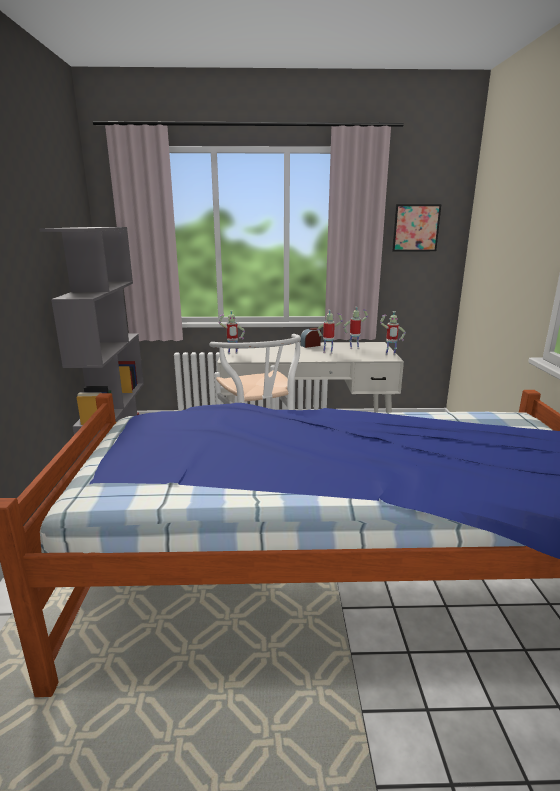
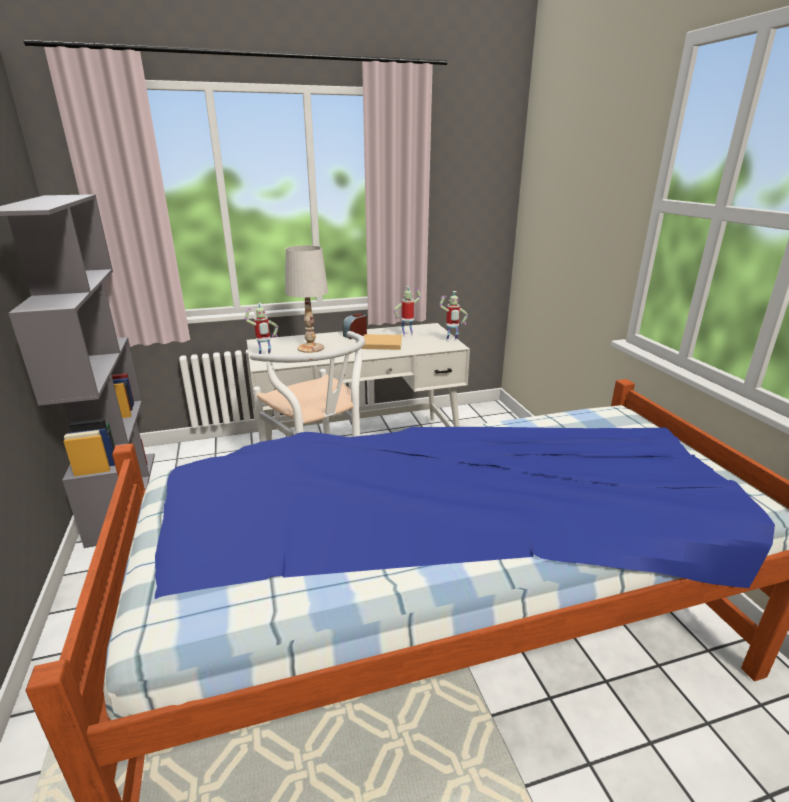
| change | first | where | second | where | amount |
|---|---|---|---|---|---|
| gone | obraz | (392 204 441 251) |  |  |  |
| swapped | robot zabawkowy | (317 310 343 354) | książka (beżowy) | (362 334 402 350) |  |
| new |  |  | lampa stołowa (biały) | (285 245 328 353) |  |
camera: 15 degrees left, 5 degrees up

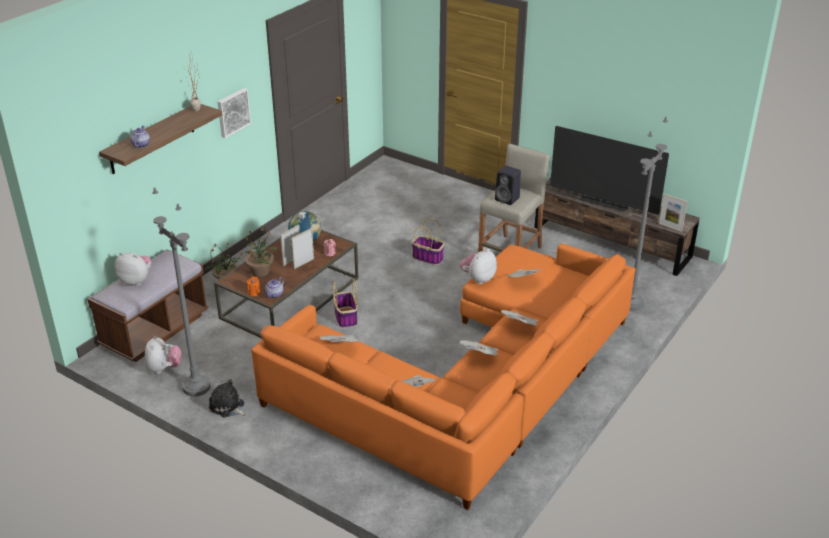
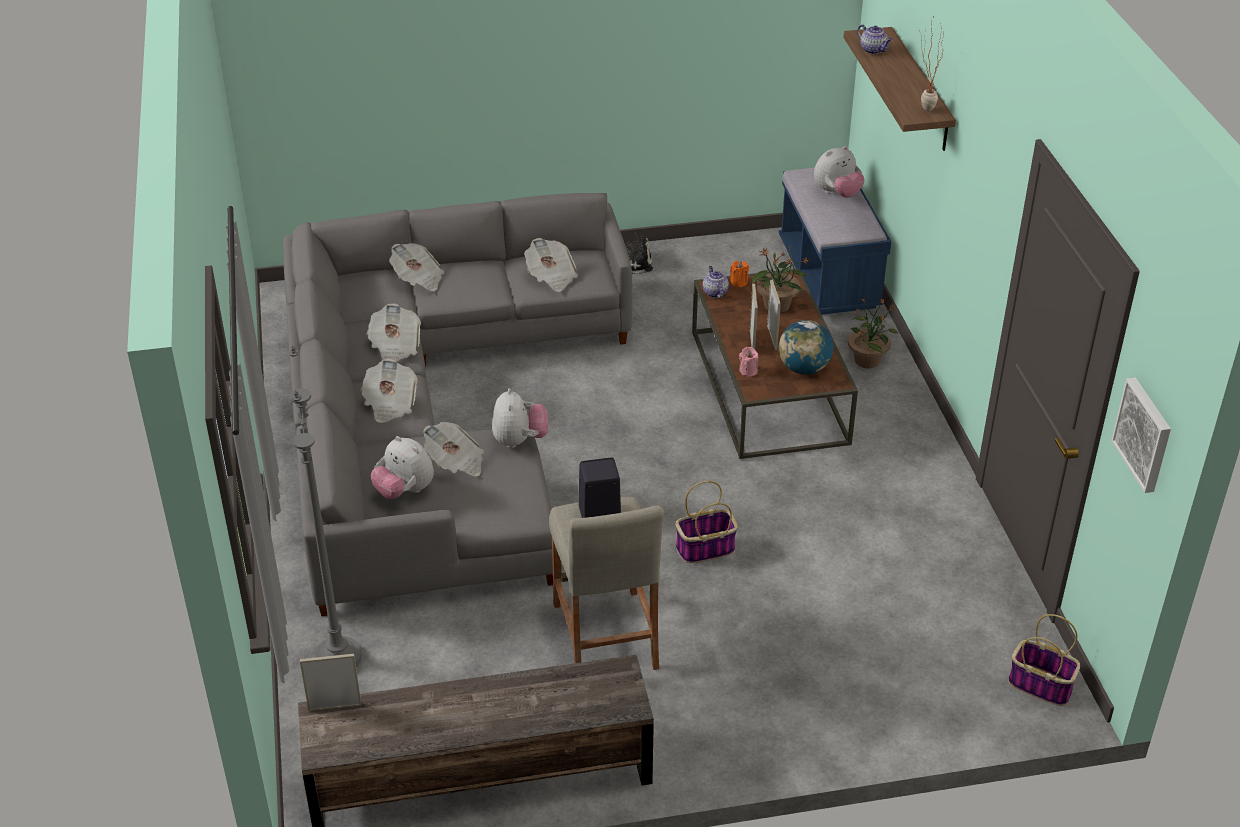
| change | first | where | second | where | amount |
|---|---|---|---|---|---|
| shifted | obraz | (218 88 251 138) |  | (1111 377 1171 493) |  |
| gone | telewizor | (550 126 669 215) |  |  |  |
| gone | lampa stojąca (szary) | (152 187 210 397) |  |  |  |
| repainted | kanapa (pomarańczowy) | (251 244 636 510) | kanapa (szary) | (283 193 632 616) |  |
| repainted | ławka (brązowy) | (87 249 209 362) | ławka (niebieski) | (779 167 891 315) |  |
| shifted | koszyk | (333 278 358 328) |  | (1008 614 1080 706) |  |
| shifted | pluszak | (145 336 181 374) |  | (371 436 434 499) |  |
camera: 135 degrees right, 5 degrees up

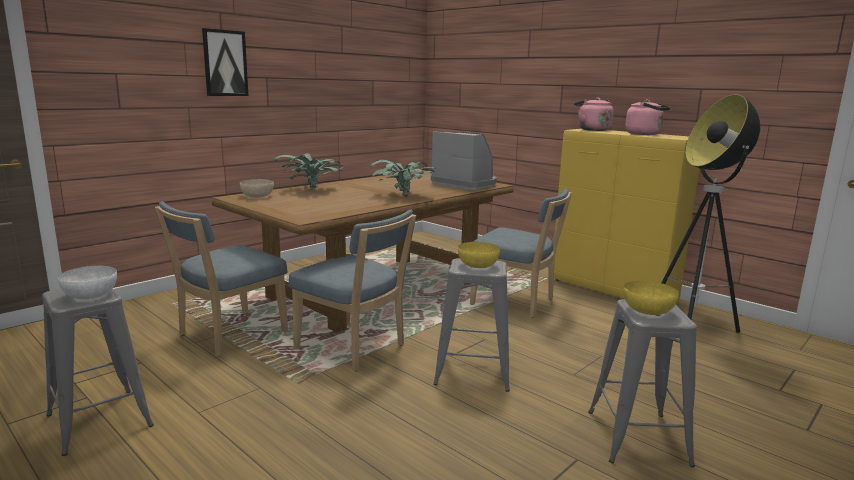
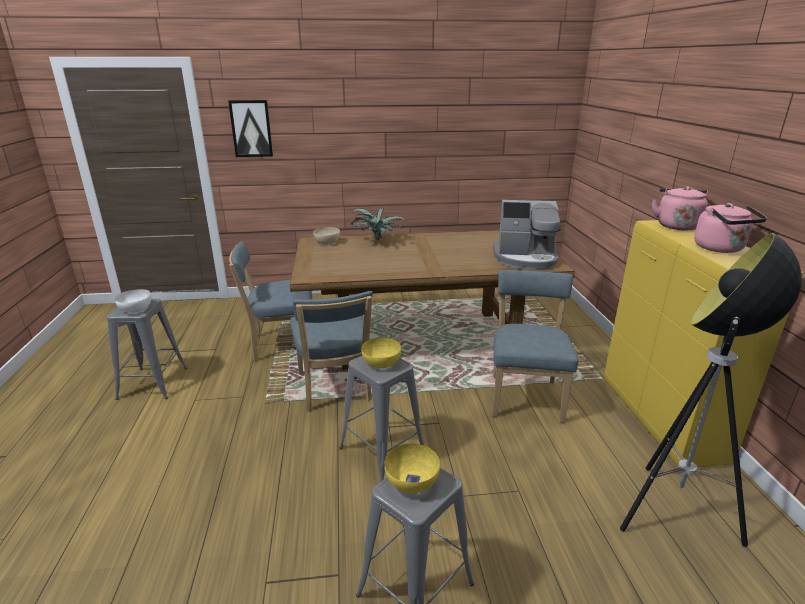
| change | first | where | second | where | amount |
|---|---|---|---|---|---|
| shifted | obraz | (202 28 248 96) |  | (228 100 273 157) |  |
| rotated | ekspres do kawy | (431 131 497 190) |  | (493 200 561 270) | 105 degrees clockwise |
| gone | roślina doniczkowa | (370 160 436 196) |  |  |  |
| rotated | krzesło (niebieski) | (470 188 572 318) |  | (493 270 578 423) | 150 degrees counterclockwise |
camera: 40 degrees right, 10 degrees up

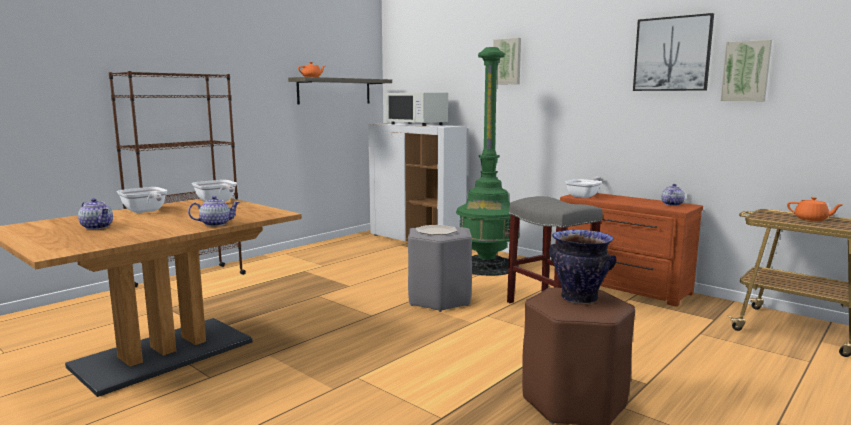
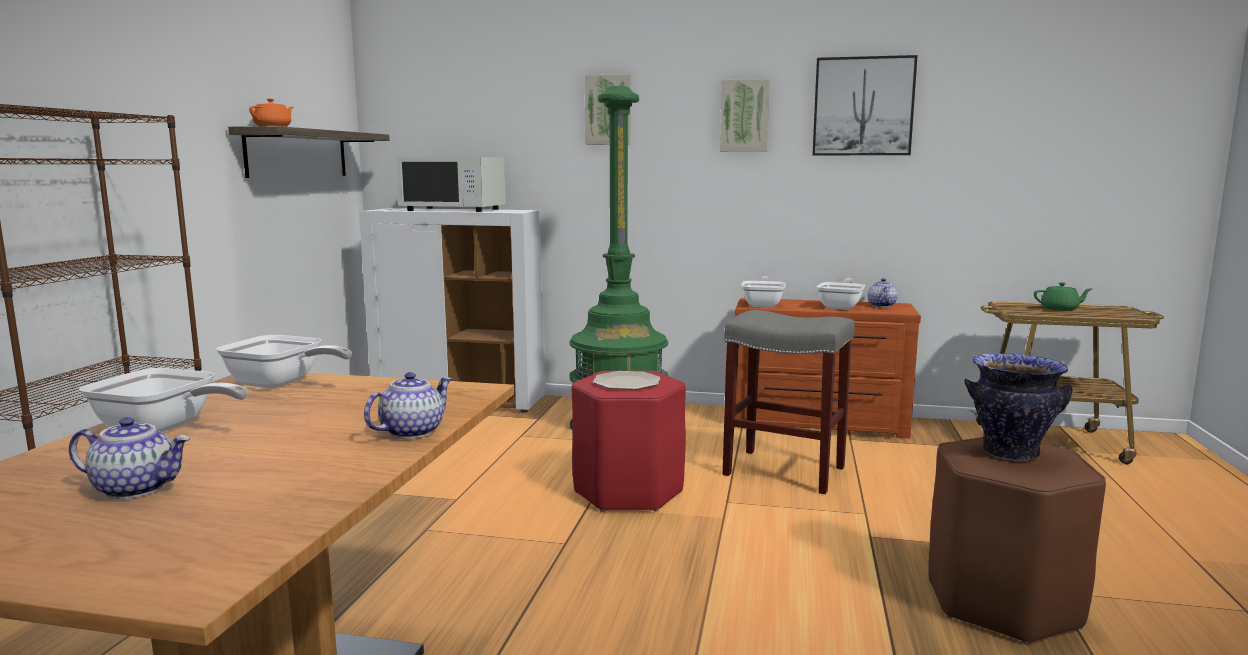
| change | first | where | second | where | amount |
|---|---|---|---|---|---|
| shifted | obraz | (721 40 772 101) |  | (720 79 770 152) |  |
| repainted | imbryk (pomarańczowy) | (787 197 844 221) | imbryk (zielony) | (1034 282 1092 311) |  |
| repainted | stołek (szary) | (408 225 472 312) | stołek (czerwony) | (571 371 686 512) |  |
| new |  |  | patelnia | (817 278 865 310) |  |
camera: 30 degrees left, 0 degrees up

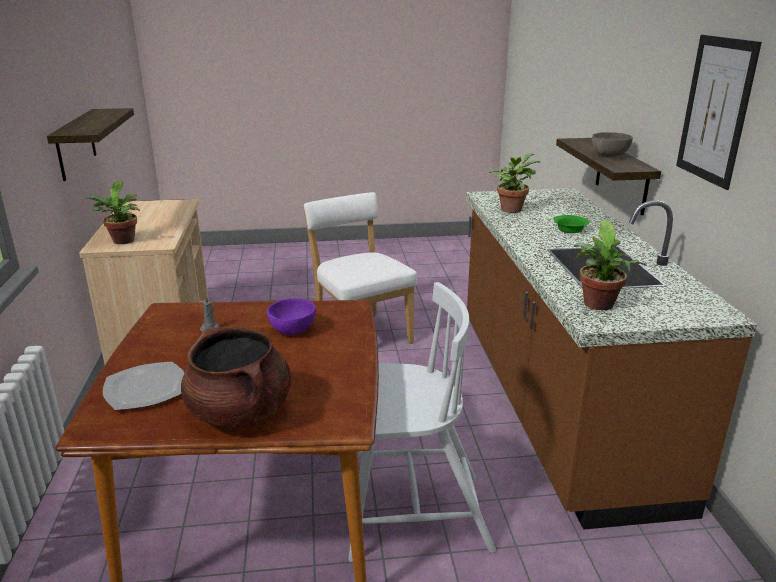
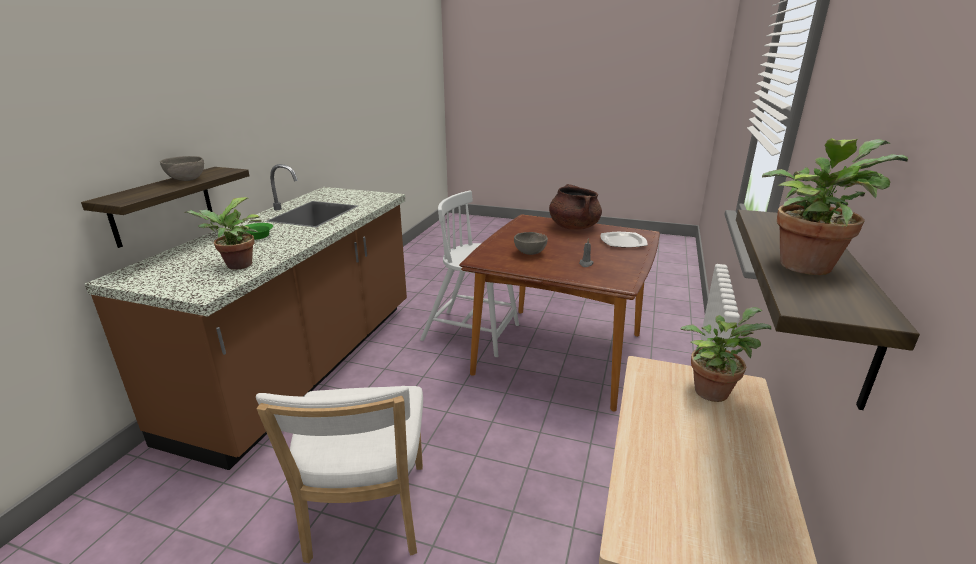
| change | first | where | second | where | amount |
|---|---|---|---|---|---|
| gone | obraz | (676 35 762 190) |  |  |  |
| shifted | roślina doniczkowa | (573 220 647 310) |  | (762 138 908 275) |  |
| repainted | miska (fioletowy) | (267 298 316 335) | miska (szary) | (514 232 548 255) |  |
camera: 155 degrees left, 0 degrees up

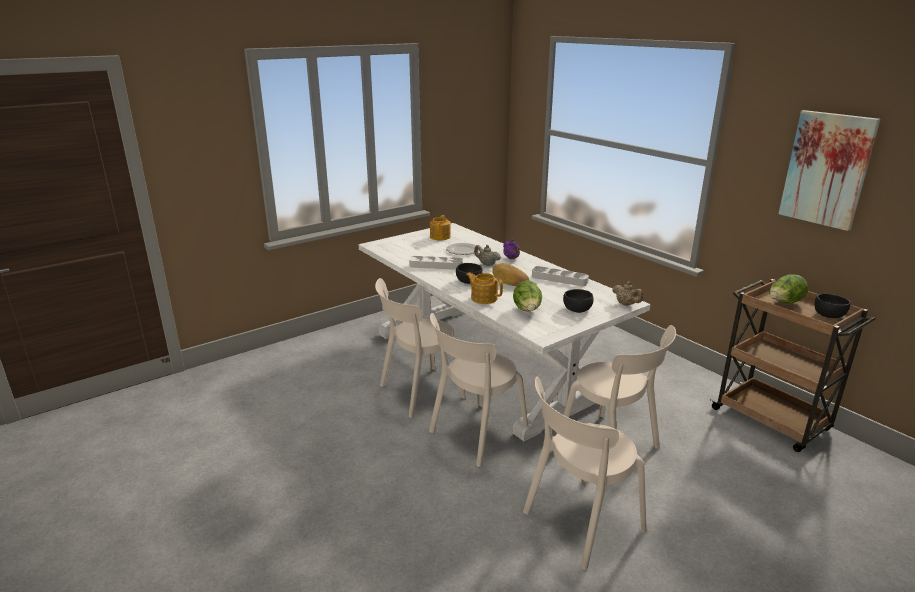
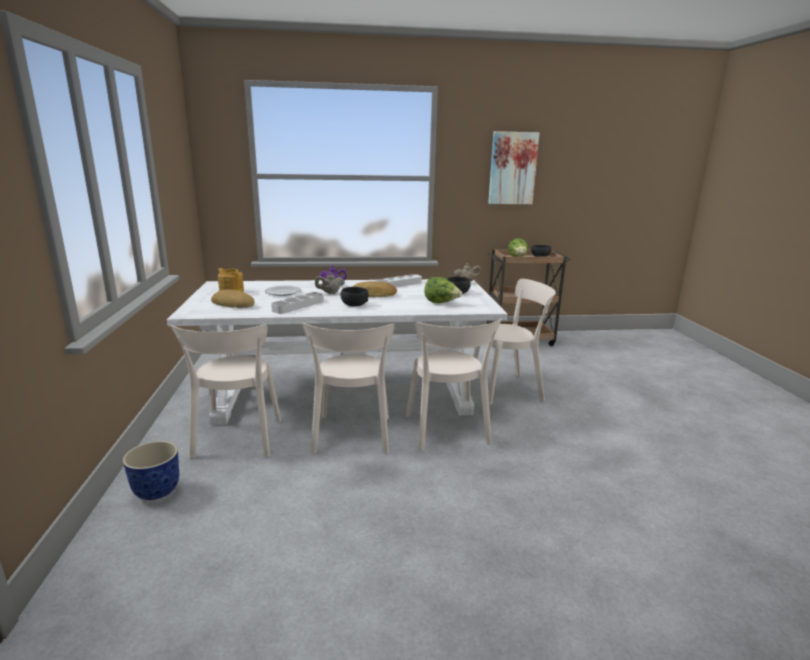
| change | first | where | second | where | amount |
|---|---|---|---|---|---|
| gone | imbryk | (466 272 503 304) |  |  |  |
| shifted | krzesło (beżowy) | (523 377 647 570) |  | (171 325 282 458) |  |
| new |  |  | chleb | (211 289 255 308) |  |
| new |  |  | donica | (123 441 179 500) |  |
camera: 60 degrees left, 5 degrees down

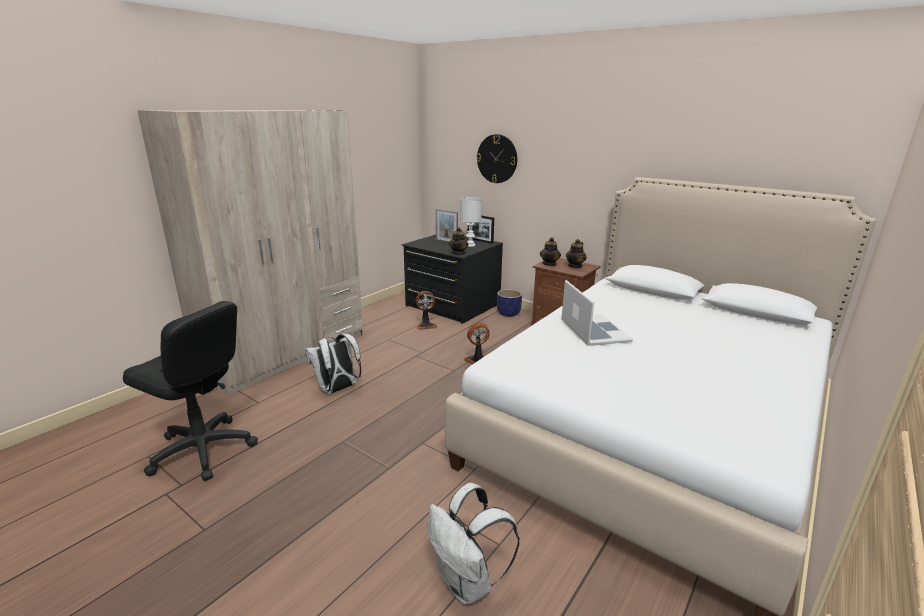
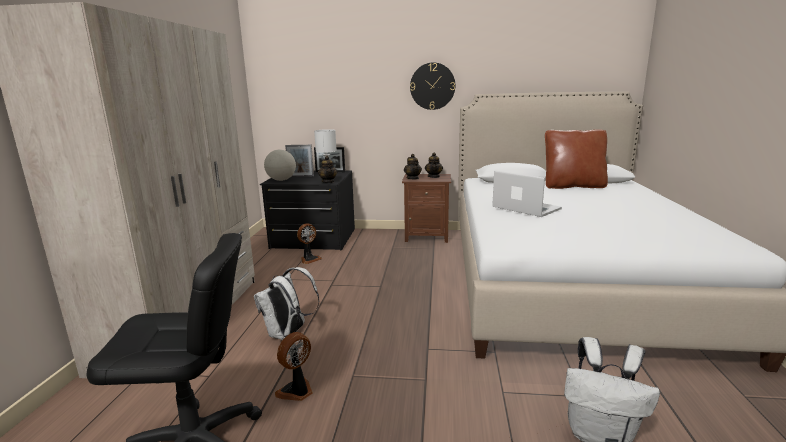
| change | first | where | second | where | amount |
|---|---|---|---|---|---|
| shifted | zegar ścienny | (476 134 517 183) |  | (410 63 455 110) |  |
| gone | donica | (497 289 522 317) |  |  |  |
| shifted | wentylator | (464 322 490 364) |  | (275 332 313 401) |  |
| new |  |  | poduszka (brązowy) | (545 129 608 189) |  |
| new |  |  | globus | (264 150 296 181) |  |
camera: 30 degrees left, 5 degrees down

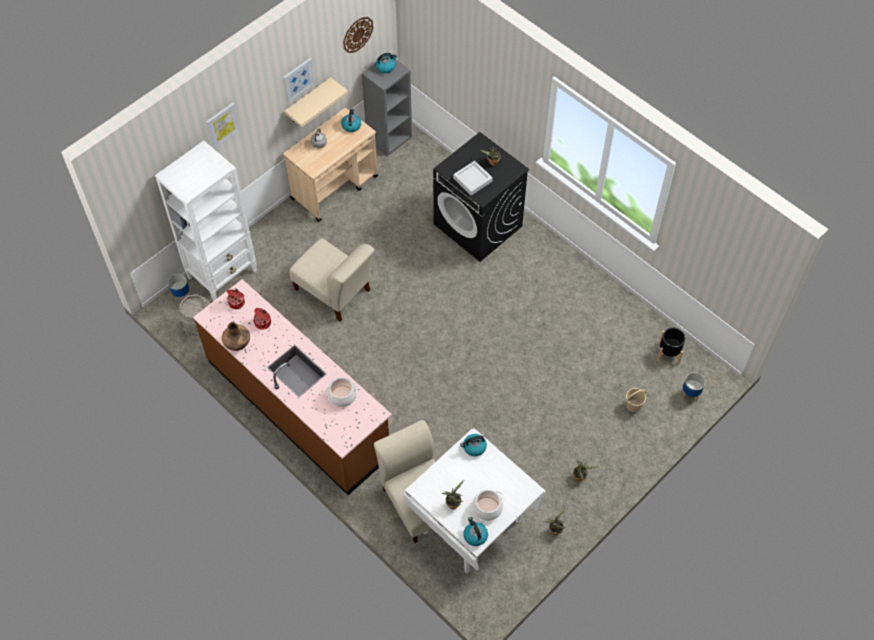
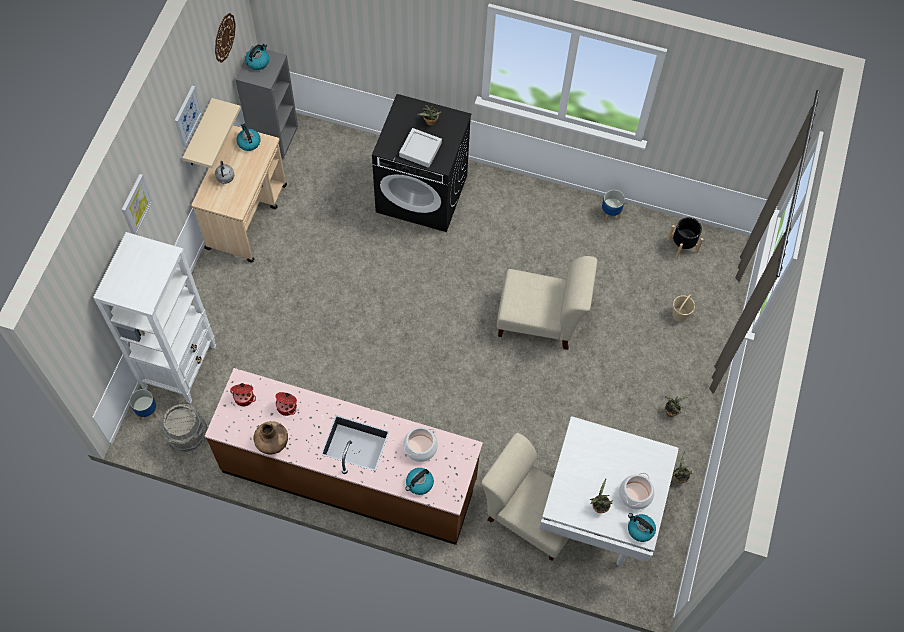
| change | first | where | second | where | amount |
|---|---|---|---|---|---|
| shifted | krzesło (beżowy) | (289 238 374 322) |  | (497 256 597 350) |  |
| shifted | donica | (682 372 705 401) |  | (602 190 625 221) |  |
| shifted | czajnik | (460 434 487 456) |  | (406 468 434 495) |  |
camera: 30 degrees left, 5 degrees up

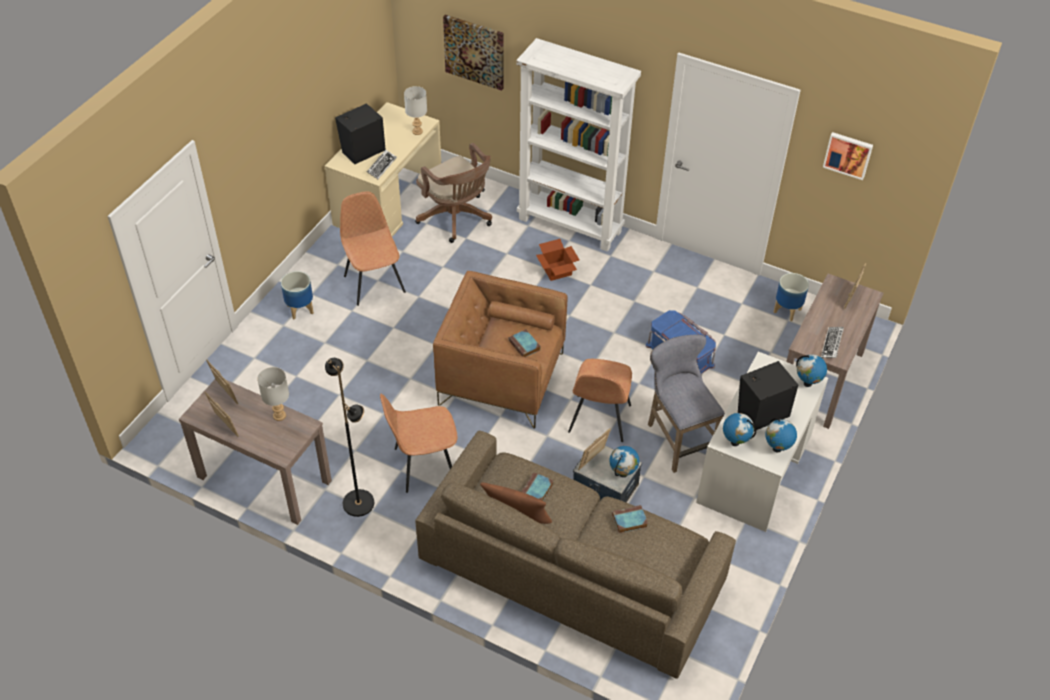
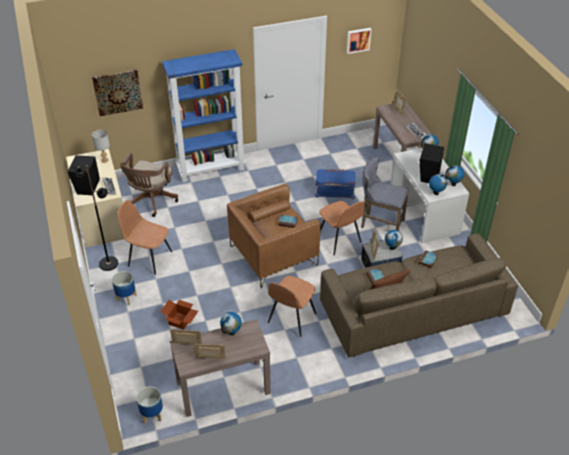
| change | first | where | second | where | amount |
|---|---|---|---|---|---|
| repainted | regał (biały) | (516 38 641 252) | regał (niebieski) | (162 49 246 182) |  |
| rotated | krzesło biurowe (brązowy) | (415 143 492 243) |  | (120 153 178 217) | 105 degrees clockwise |
| shifted | karton | (536 239 579 281) |  | (160 300 198 330) |  |
| shifted | donica | (774 273 809 321) |  | (136 386 163 424) |  |
| shifted | lampa stojąca (czarny) | (325 358 374 517) |  | (74 166 118 271) |  |
| swapped | lampa stołowa (szary) | (257 367 289 421) | globus | (220 312 242 335) |  |
camera: 45 degrees left, 5 degrees down

